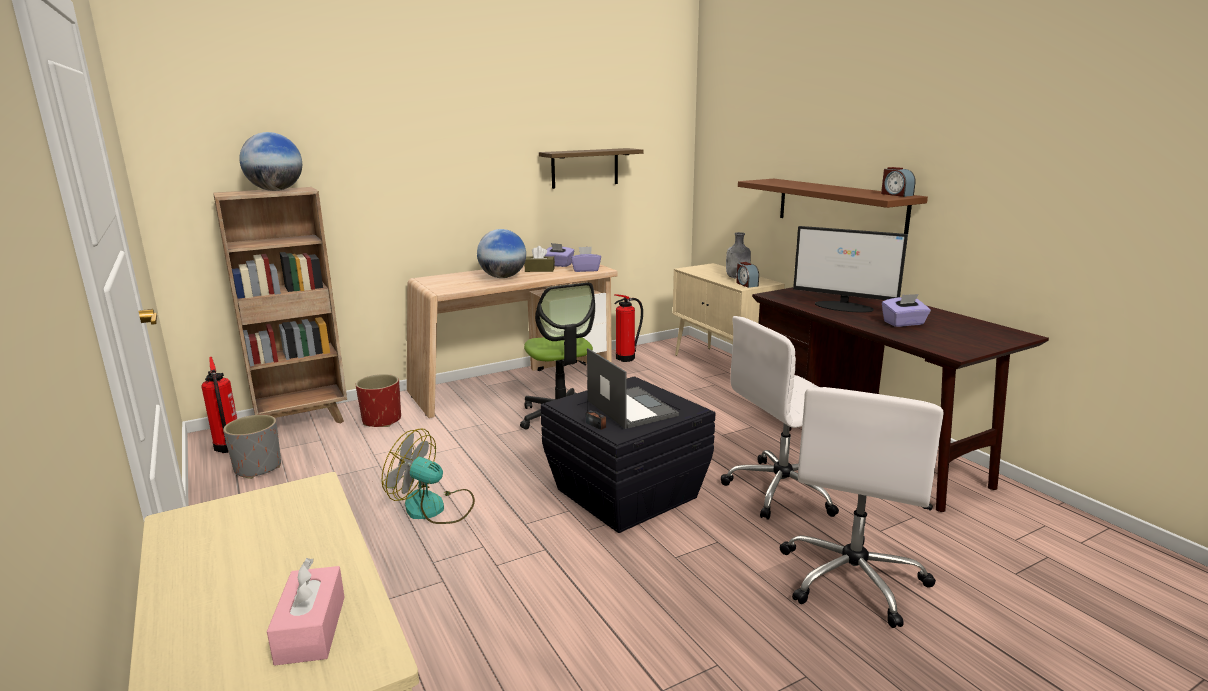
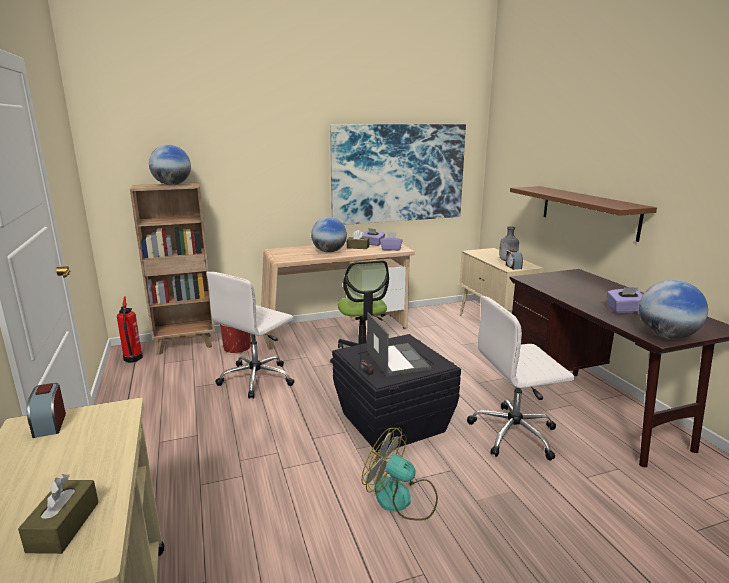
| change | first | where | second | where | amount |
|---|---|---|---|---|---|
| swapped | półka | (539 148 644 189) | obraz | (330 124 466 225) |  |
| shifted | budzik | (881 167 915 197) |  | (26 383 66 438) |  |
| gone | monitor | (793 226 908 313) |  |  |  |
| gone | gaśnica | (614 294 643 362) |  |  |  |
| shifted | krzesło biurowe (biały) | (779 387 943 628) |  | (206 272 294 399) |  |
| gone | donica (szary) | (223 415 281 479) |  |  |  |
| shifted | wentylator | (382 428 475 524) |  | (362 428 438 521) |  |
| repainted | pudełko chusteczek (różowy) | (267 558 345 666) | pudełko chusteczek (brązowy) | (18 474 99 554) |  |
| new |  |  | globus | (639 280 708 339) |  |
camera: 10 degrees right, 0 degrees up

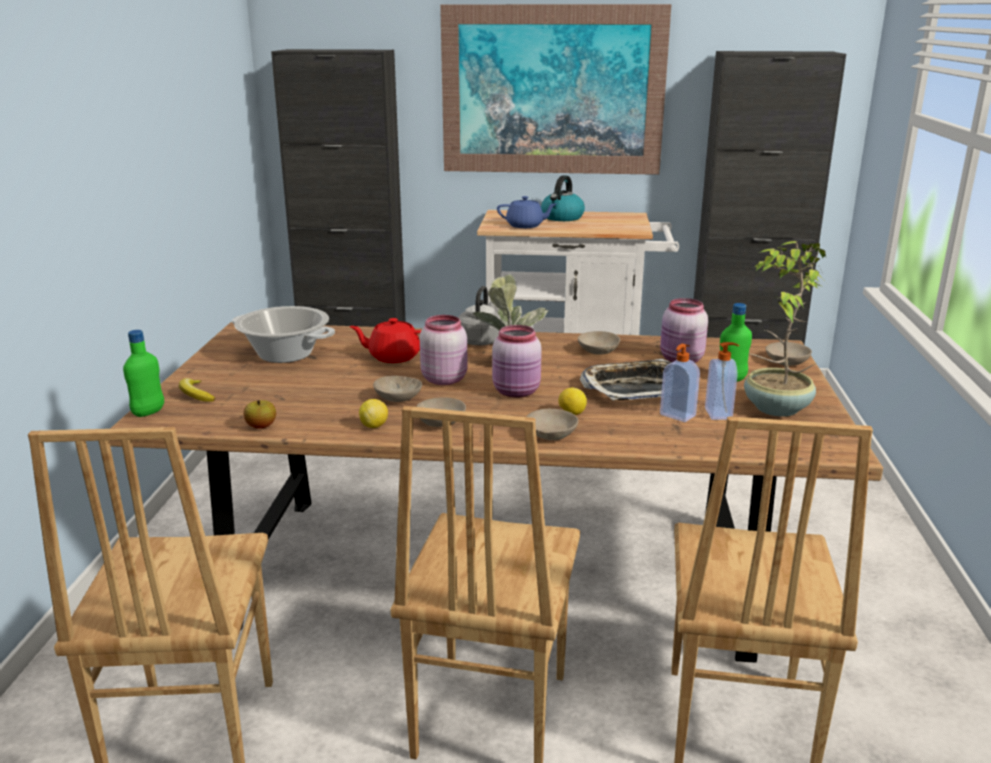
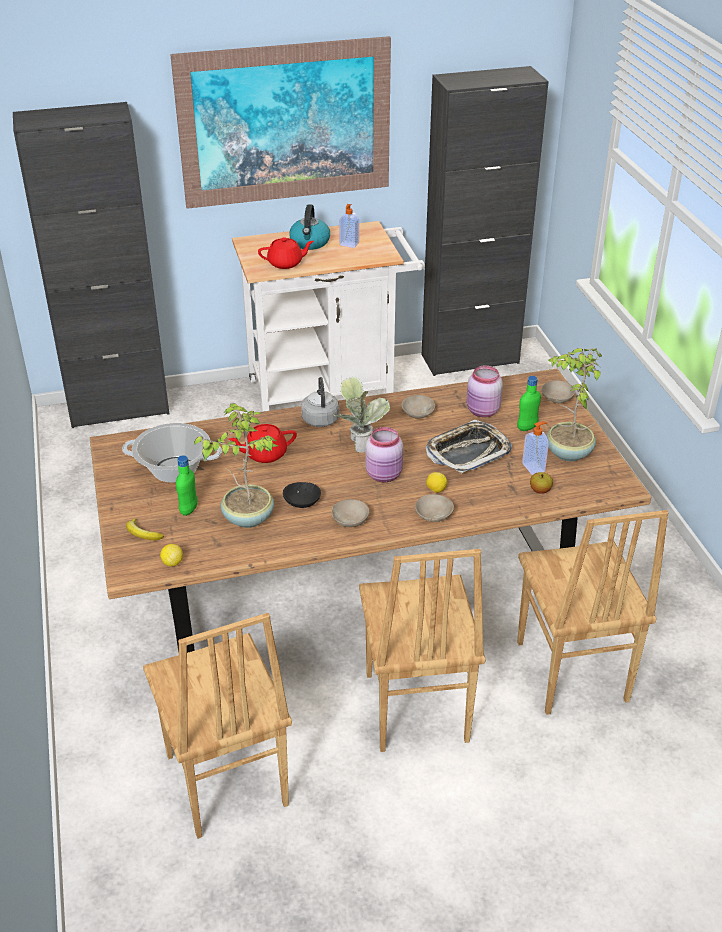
| change | first | where | second | where | amount |
|---|---|---|---|---|---|
| repainted | imbryk (niebieski) | (497 196 556 228) | imbryk (czerwony) | (258 238 314 269) |  |
| gone | słoik (różowy) | (420 315 468 385) |  |  |  |
| shifted | butelka (zielony) | (123 330 164 417) |  | (176 455 198 516) |  |
| shifted | dozownik mydła | (660 344 700 422) |  | (339 204 359 248) |  |
| repainted | miska (beżowy) | (373 376 422 402) | miska (czarny) | (283 482 321 508) |  |
| shifted | cytryna | (359 399 388 428) |  | (160 544 183 566) |  |
| shifted | jabłko | (244 400 276 429) |  | (530 472 553 494) |  |
| new |  |  | roślina doniczkowa | (193 403 278 528) |  |
camera: 20 degrees left, 15 degrees up

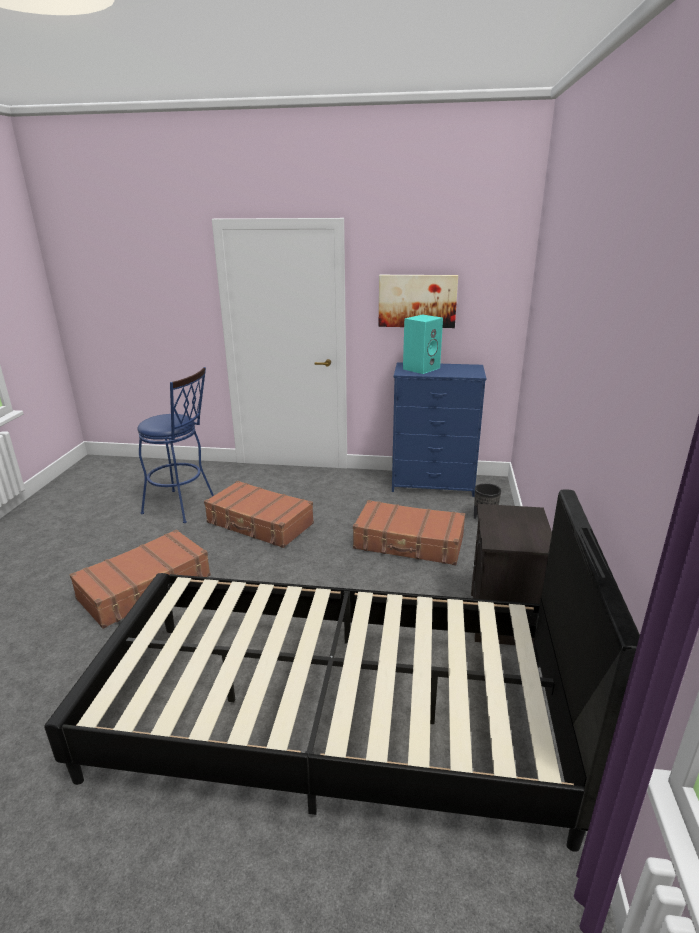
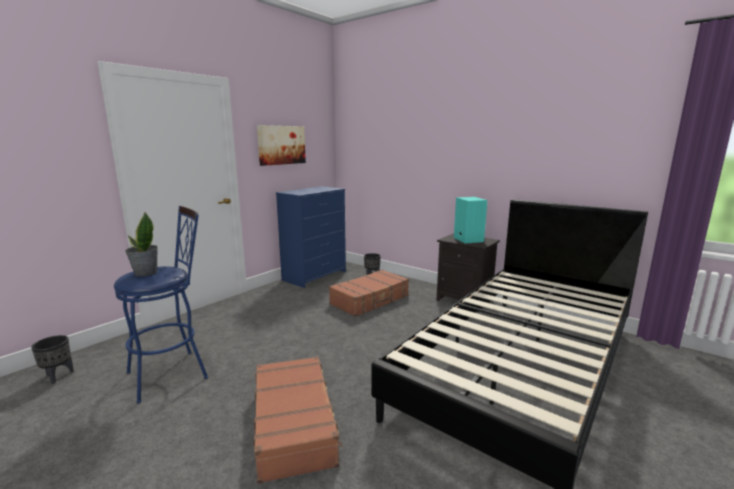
| change | first | where | second | where | amount |
|---|---|---|---|---|---|
| shifted | głośnik (turkusowy) | (403 314 443 374) |  | (454 197 487 244) |  |
| gone | walizka (brązowy) | (204 481 314 548) |  |  |  |
| new |  |  | roślina doniczkowa | (125 212 158 276) |  |
| new |  |  | donica (czarny) | (31 335 74 384) |  |
camera: 60 degrees left, 10 degrees down

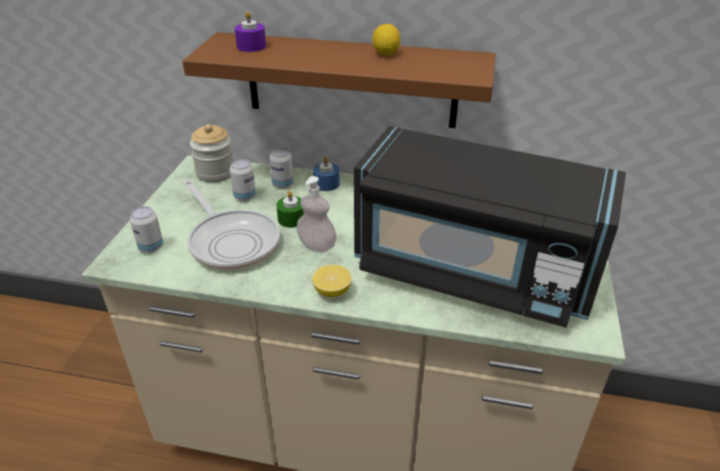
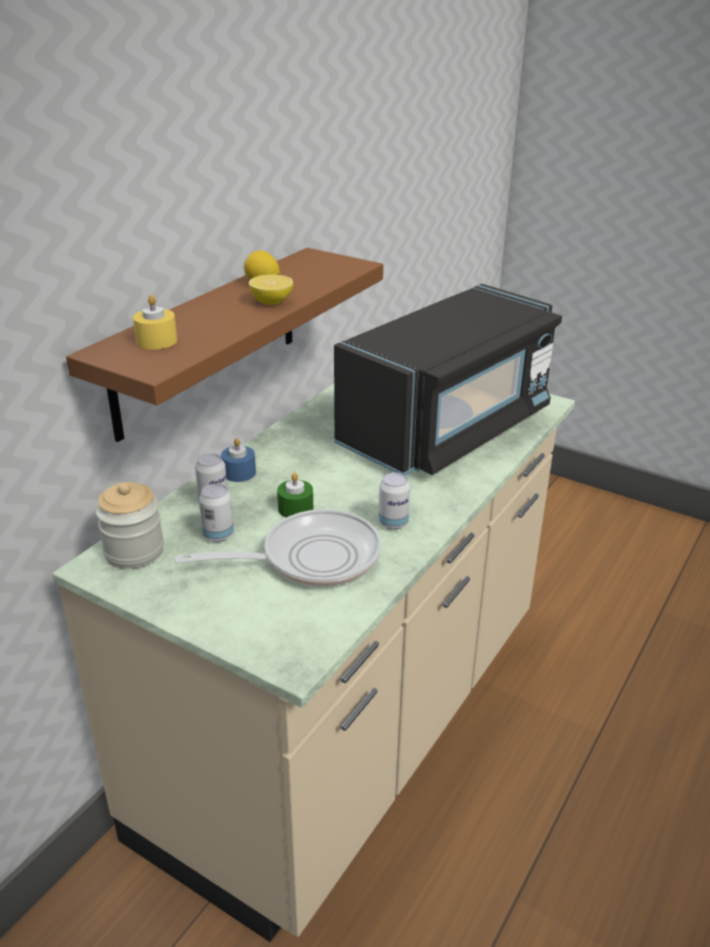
| change | first | where | second | where | amount |
|---|---|---|---|---|---|
| repainted | świeca (fioletowy) | (235 11 266 52) | świeca (żółty) | (133 295 177 349) |  |
| gone | dozownik mydła | (296 176 337 253) |  |  |  |
| shifted | puszka | (130 206 163 253) |  | (378 472 410 529) |  |
| shifted | cytryna | (312 265 352 297) |  | (249 274 293 305) |  |
camera: 70 degrees left, 5 degrees down

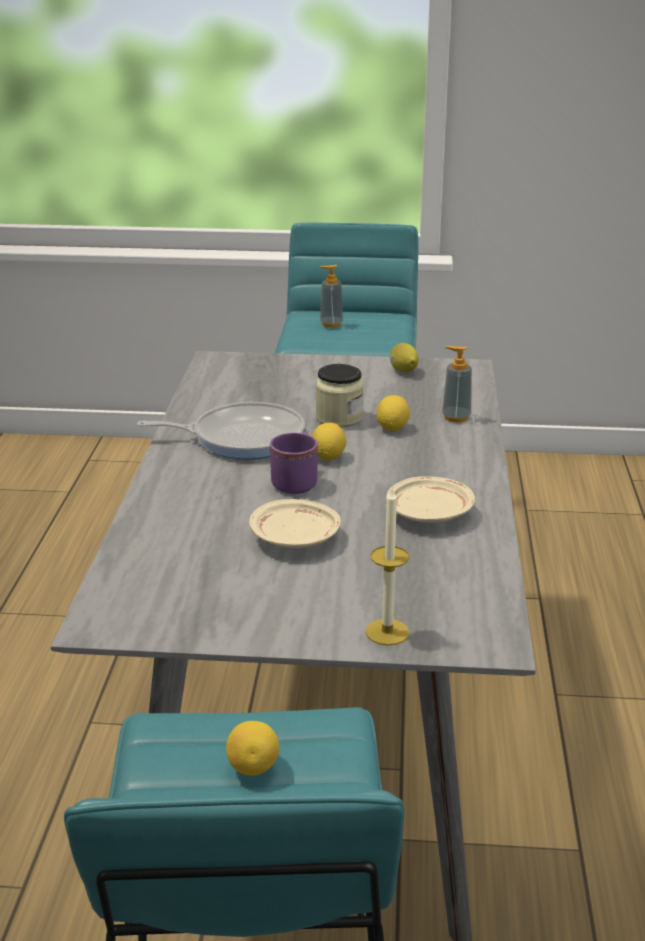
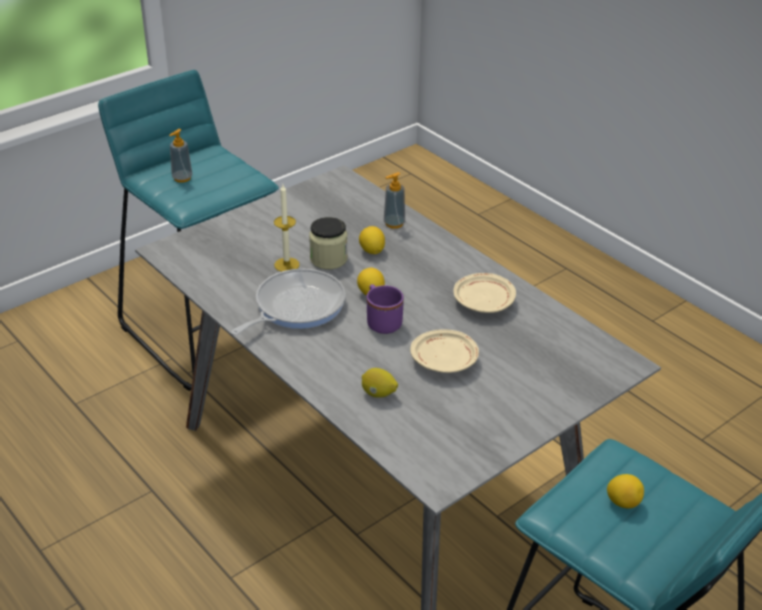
| change | first | where | second | where | amount |
|---|---|---|---|---|---|
| shifted | cytryna | (390 343 419 372) |  | (362 368 398 398) |  |
| shifted | świeca | (365 487 410 645) |  | (274 185 300 272) |  |
camera: 45 degrees left, 10 degrees up

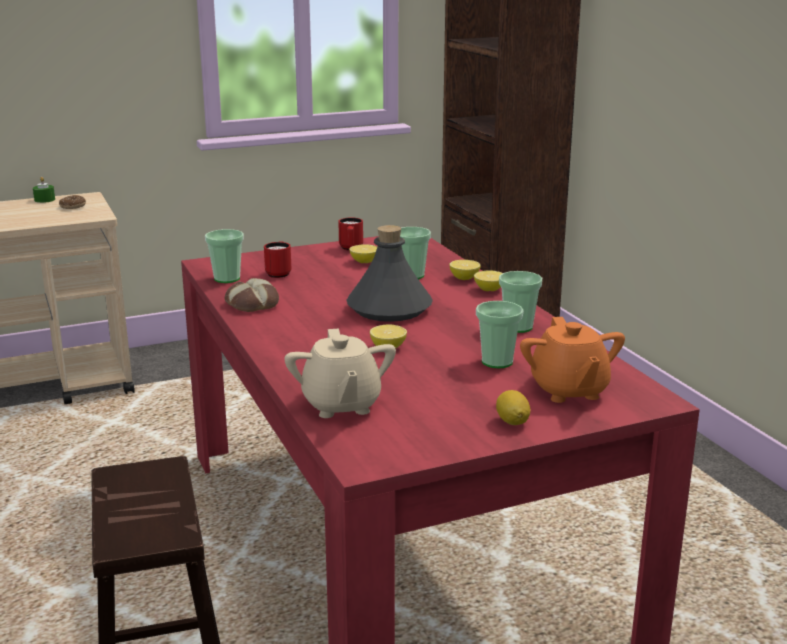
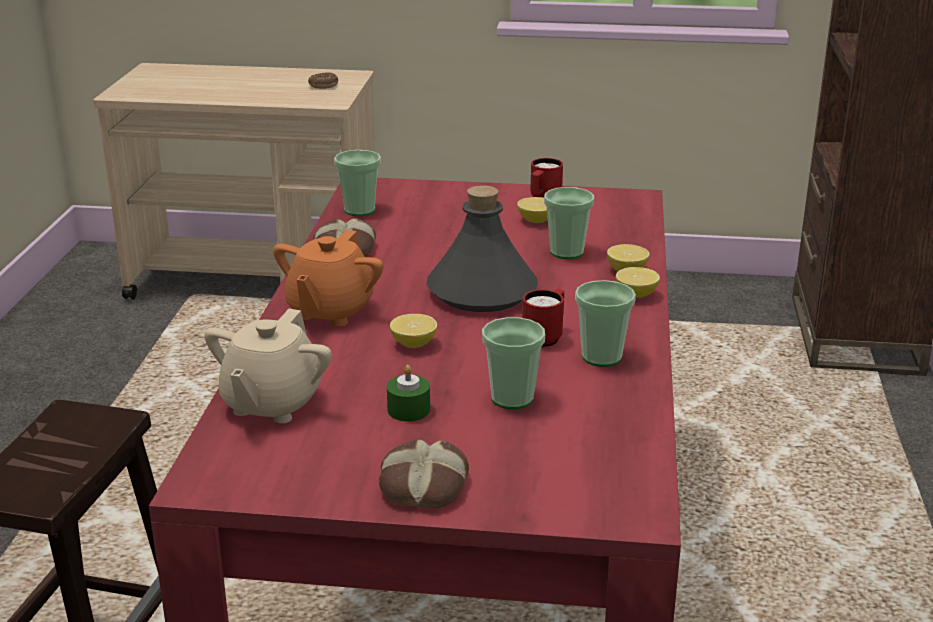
| change | first | where | second | where | amount |
|---|---|---|---|---|---|
| shifted | świeca (zielony) | (33 177 55 203) |  | (387 365 430 422) |  |
| shifted | kubek (czerwony) | (264 241 291 278) |  | (522 289 564 347) |  |
| shifted | imbryk (pomarańczowy) | (520 317 625 403) |  | (273 230 383 326) |  |
| swapped | cytryna | (496 390 530 425) | chleb | (379 440 469 509) |  |
camera: 30 degrees right, 5 degrees up

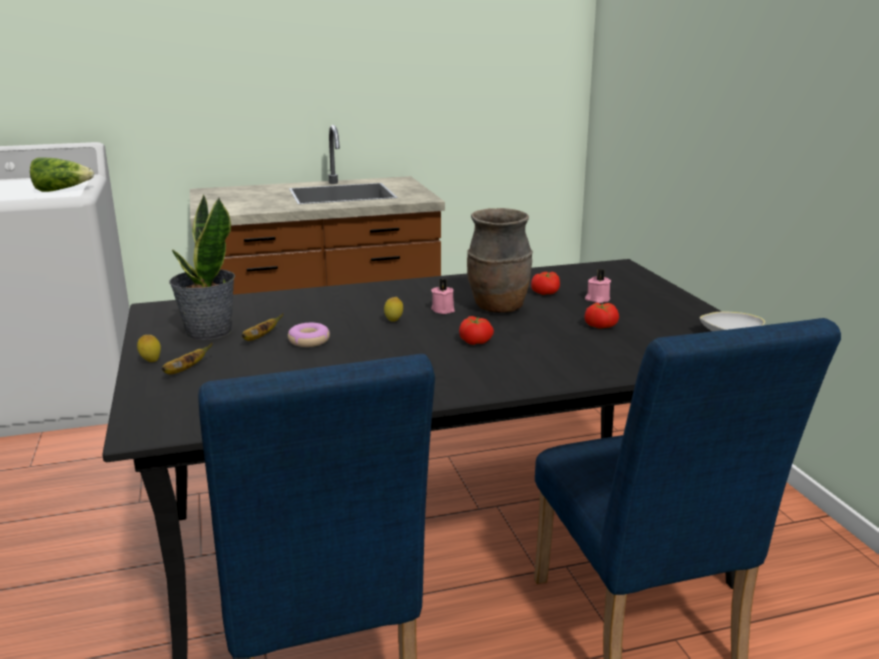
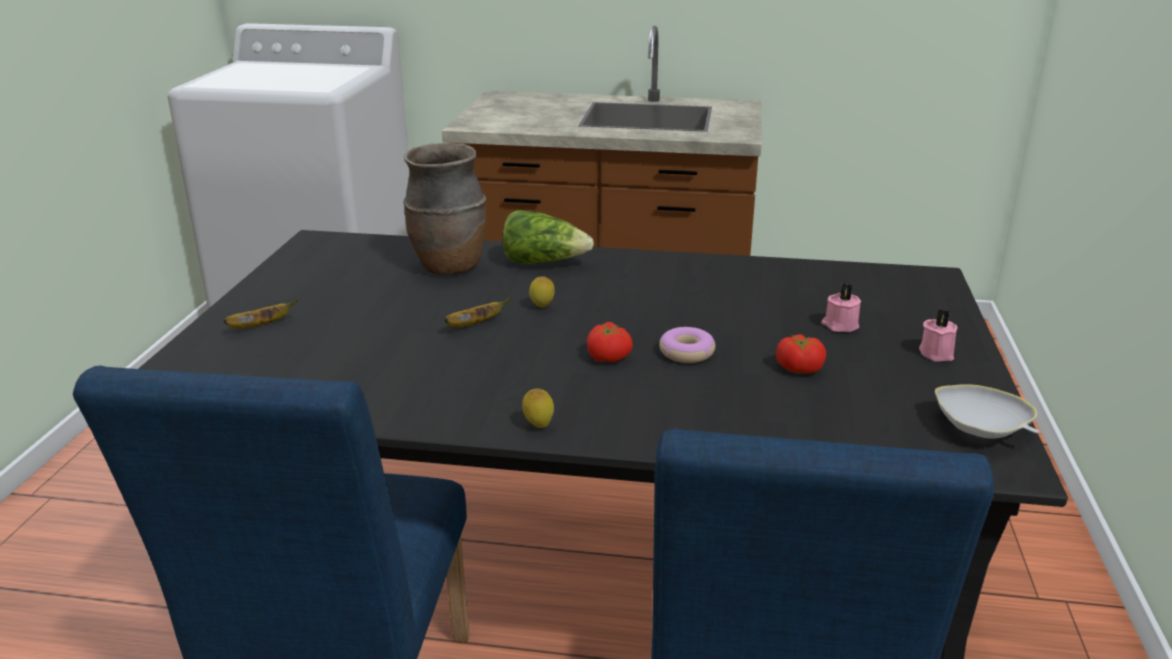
| change | first | where | second | where | amount |
|---|---|---|---|---|---|
| shifted | sałata | (30 157 94 192) |  | (502 210 594 264) |  |
| gone | roślina doniczkowa | (169 194 235 340) |  |  |  |
| shifted | wazon (brązowy) | (467 208 533 313) |  | (403 143 486 275) |  |
| gone | pomidor | (531 272 560 295) |  |  |  |
| shifted | świeca (różowy) | (431 279 455 314) |  | (919 309 957 362) |  |
| shifted | banan | (242 313 284 341) |  | (445 297 511 327) |  |
| shifted | donut | (288 323 330 347) |  | (659 327 715 363) |  |
| shifted | cytryna | (137 335 161 362) |  | (522 388 554 428) |  |
camera: 25 degrees right, 5 degrees up

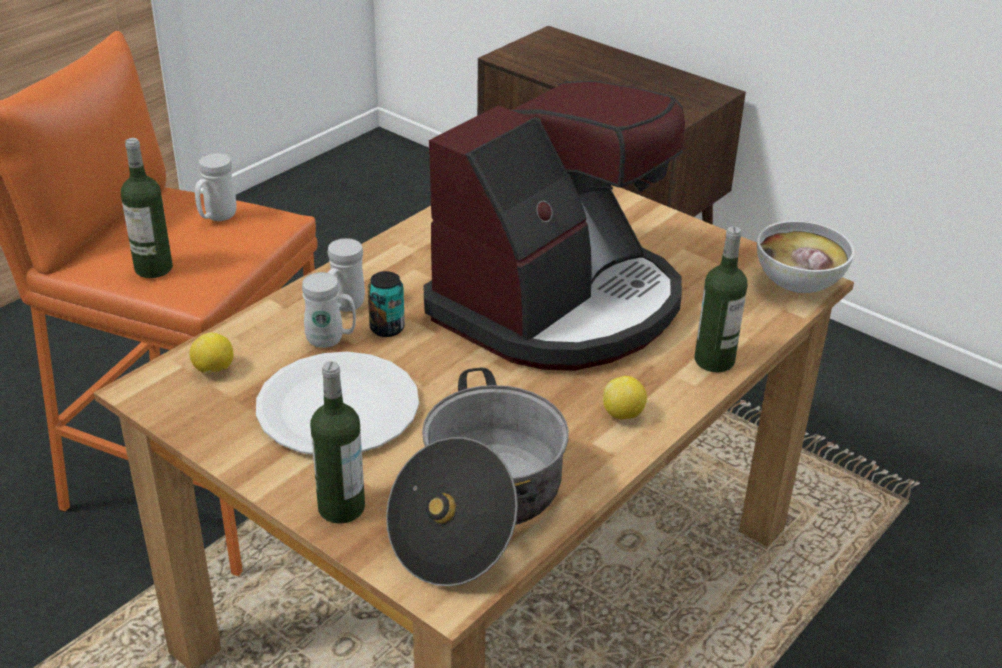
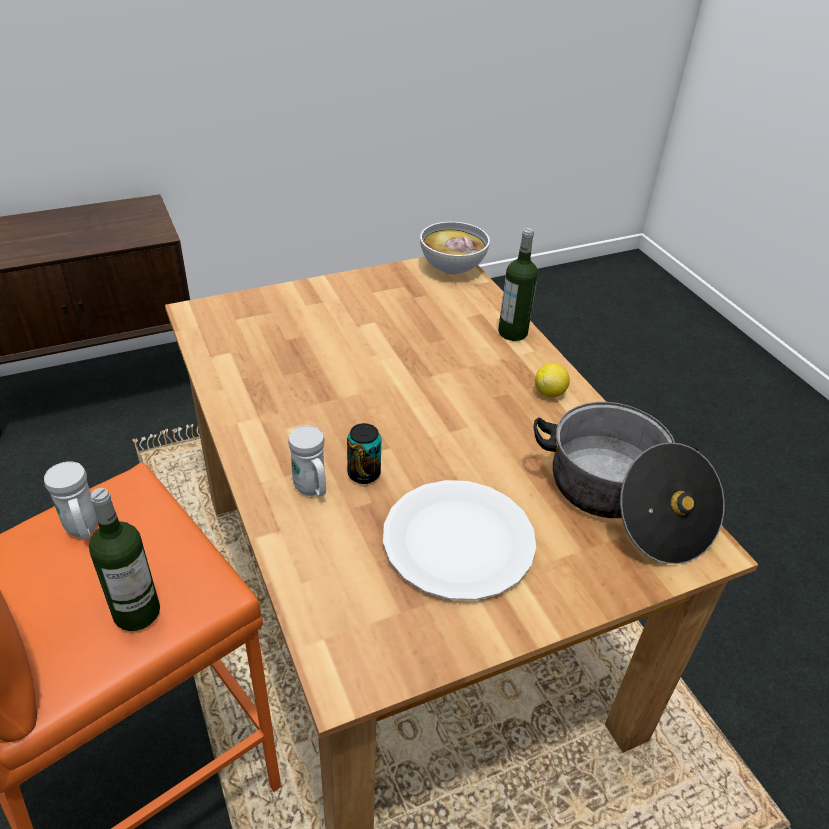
| change | first | where | second | where | amount |
|---|---|---|---|---|---|
| gone | ekspres do kawy | (424 81 685 371) |  |  |  |
| gone | kubek (biały) | (302 272 356 348) |  |  |  |
| gone | cytryna | (189 332 233 374) |  |  |  |
| gone | butelka | (310 361 365 524) |  |  |  |
camera: 65 degrees left, 5 degrees up

